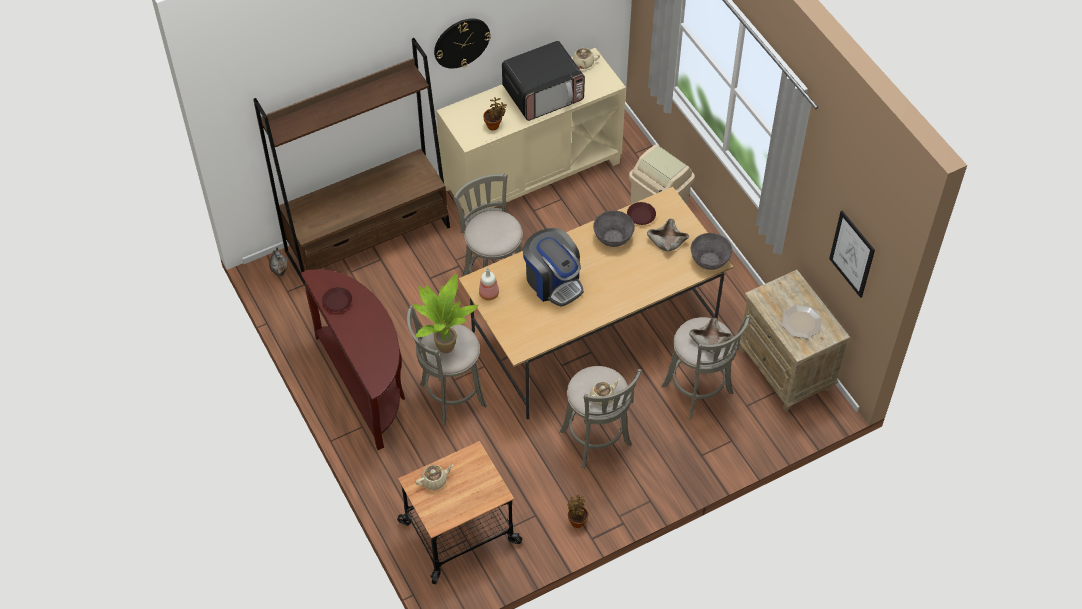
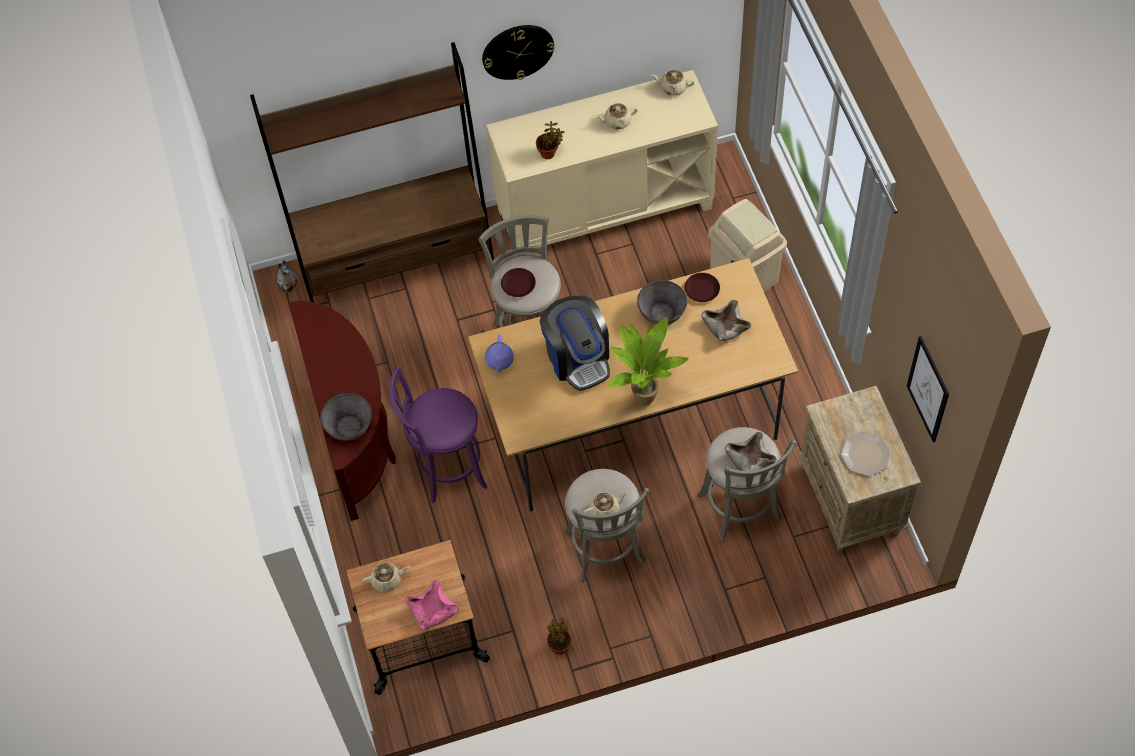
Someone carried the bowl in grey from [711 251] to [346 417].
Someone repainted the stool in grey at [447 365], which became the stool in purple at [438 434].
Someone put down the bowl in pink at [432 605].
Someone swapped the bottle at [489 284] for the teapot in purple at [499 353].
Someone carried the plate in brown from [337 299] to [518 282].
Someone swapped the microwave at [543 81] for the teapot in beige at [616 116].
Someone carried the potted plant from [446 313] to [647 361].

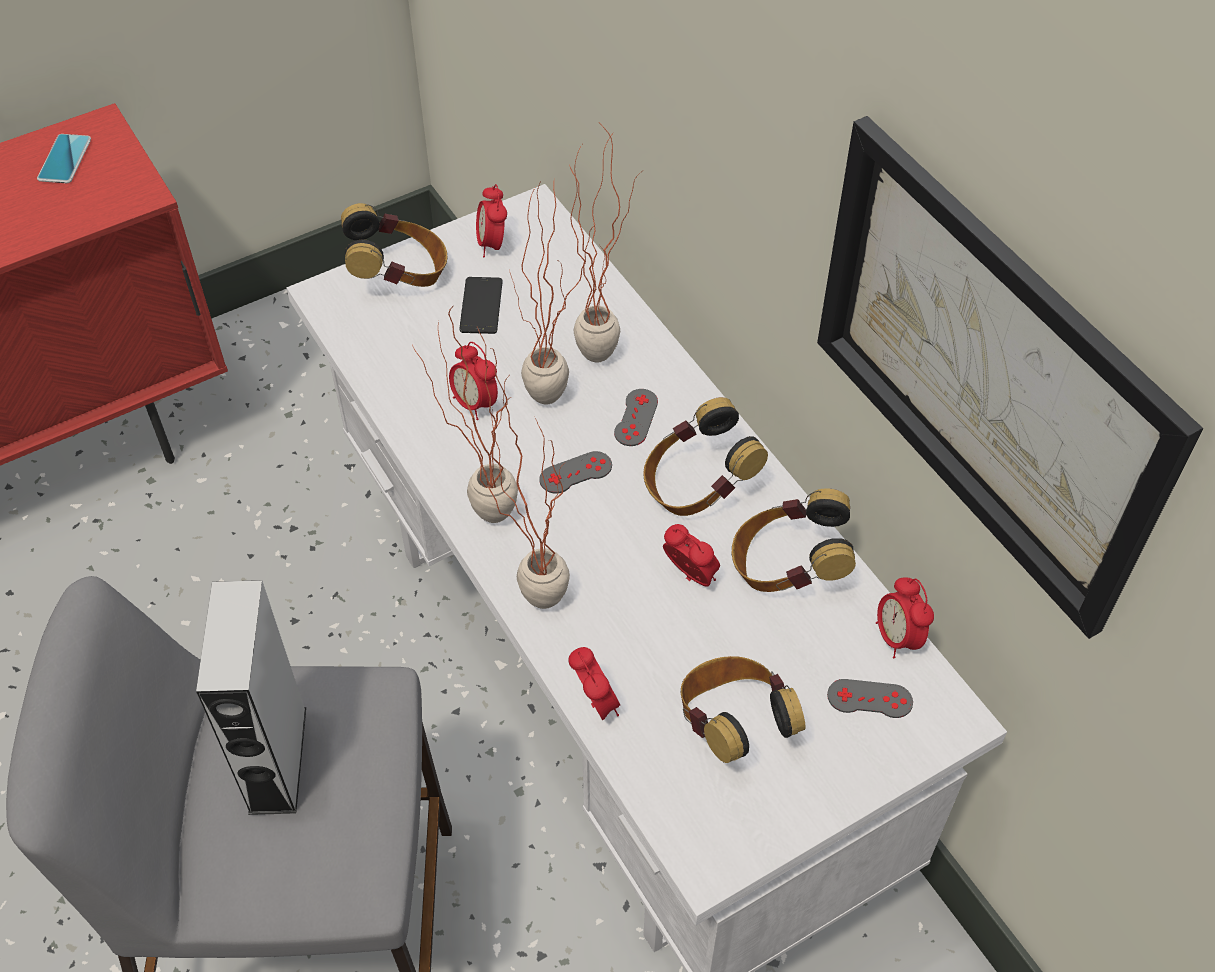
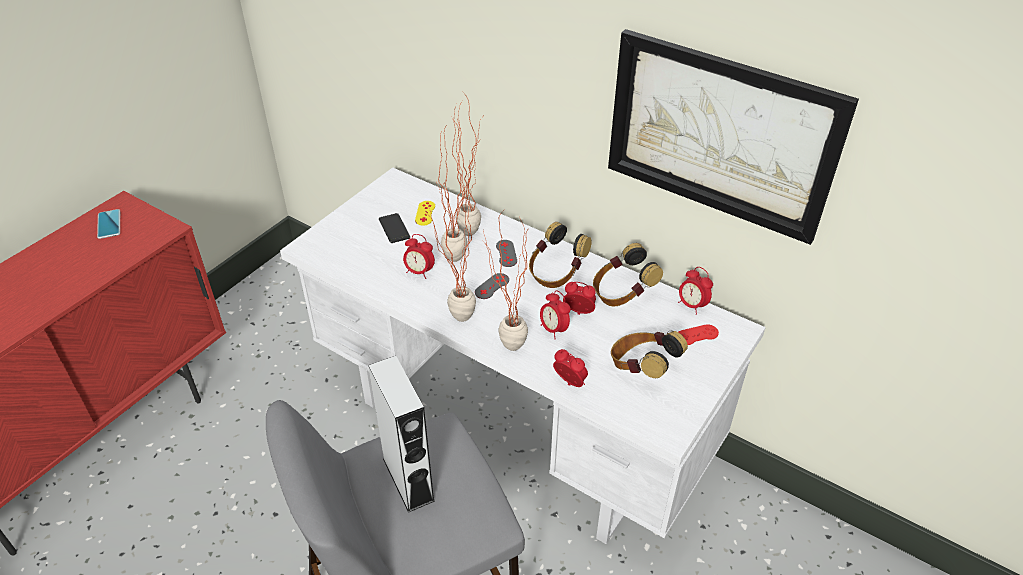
Someone put down the game controller in yellow at [425 213].
Someone carried the alarm clock from [491 220] to [555 314].
Someone repainted the game controller in grey at [870 698], which became the game controller in red at [699 334].
Someone took away the headphones at [394 245].

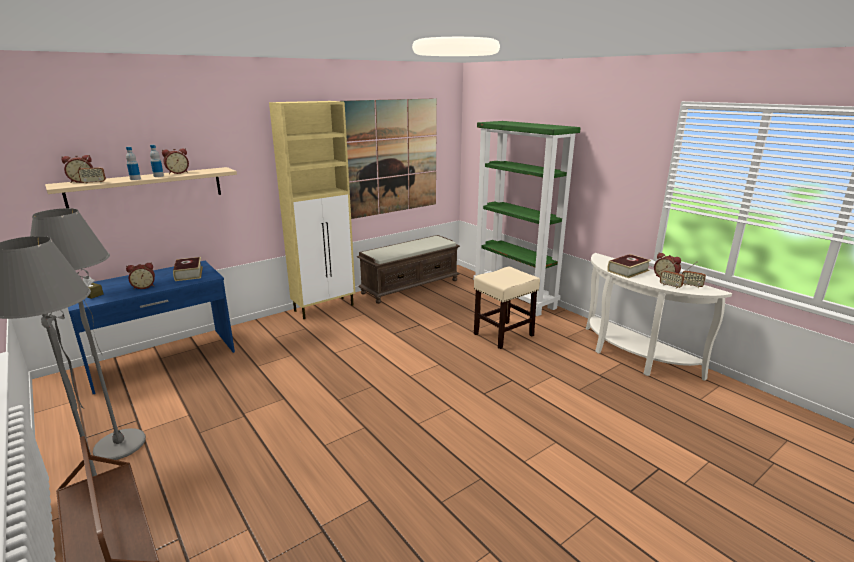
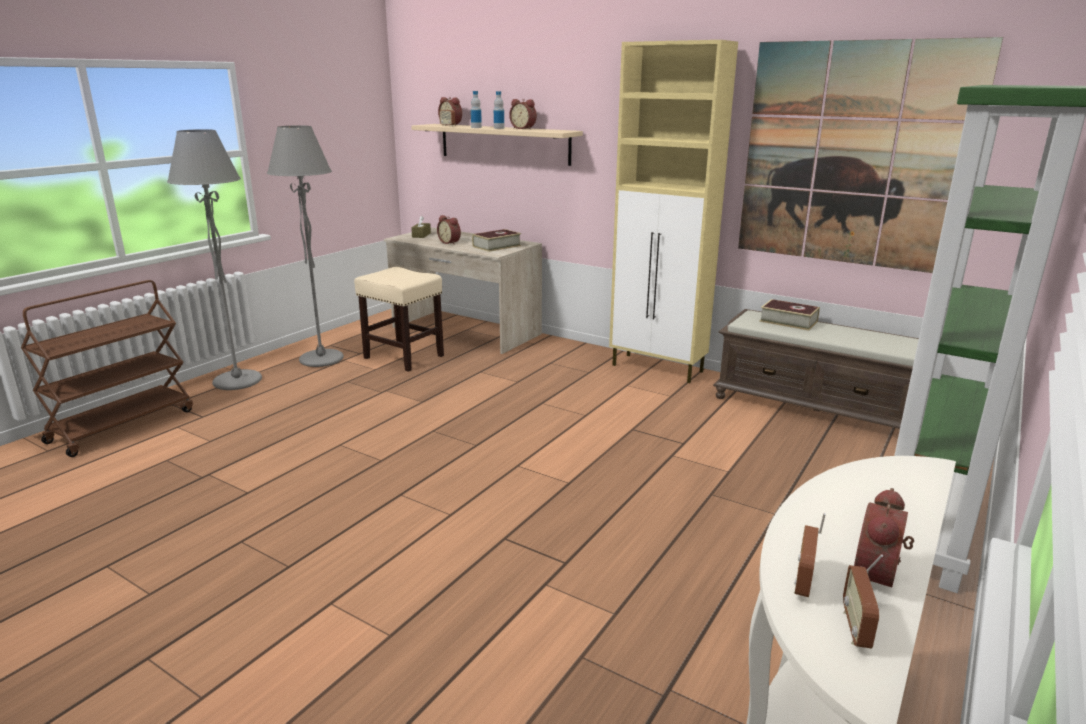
Someone carried the stool in beige from [507 308] to [399 319].
Someone repainted the desk in blue at [151 327], which became the desk in beige at [463 290].
Someone carried the book from [629 266] to [789 315].

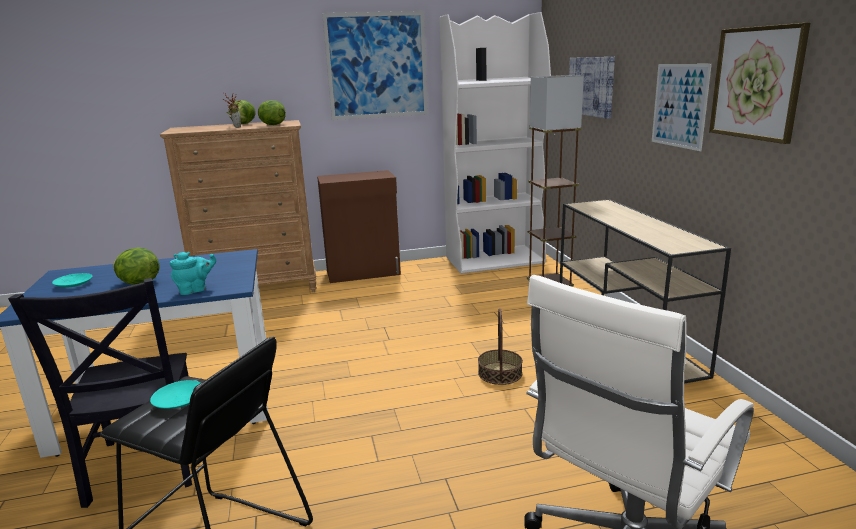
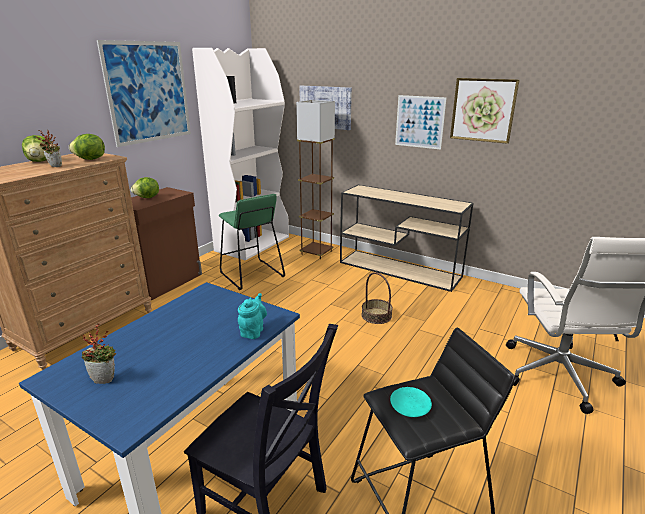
Someone swapped the plate in turquoise at [72 280] for the potted plant at [98 353].
Someone carried the lettuce from [136 266] to [145 187].
Someone put down the stool in green at [252 242].

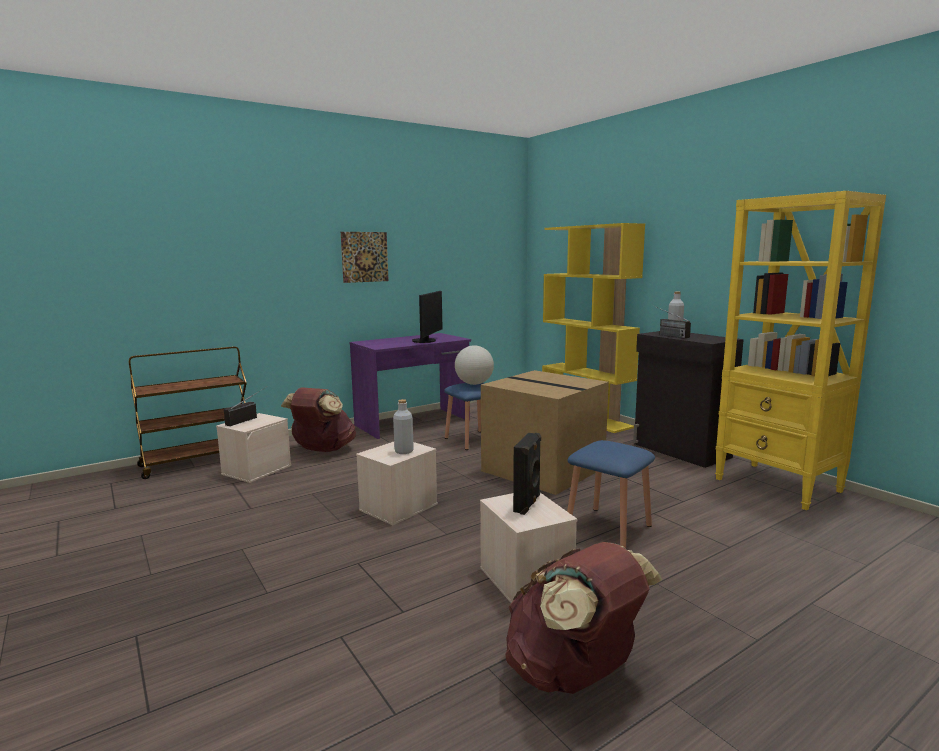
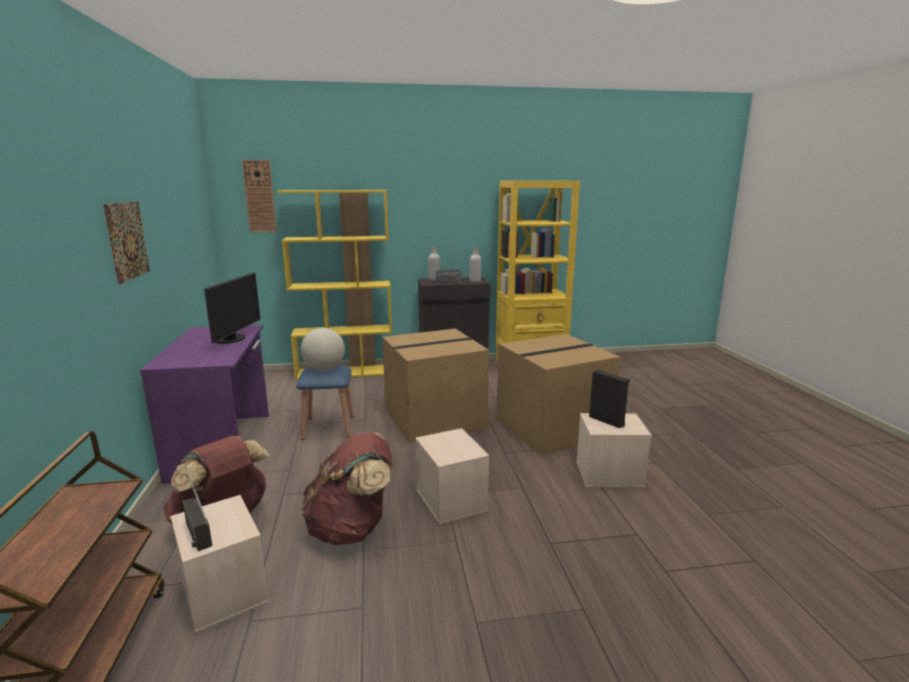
Someone rotated the monitor at [427 317] by 60 degrees clockwise.
Someone put up the wall clock at [259 196].
Someone carried the backpack in brown from [583 618] to [347 488].
Someone carried the bottle in grey from [403 426] to [475 265].
Someone swapped the stool in blue at [611 494] for the cardboard box at [559 394].

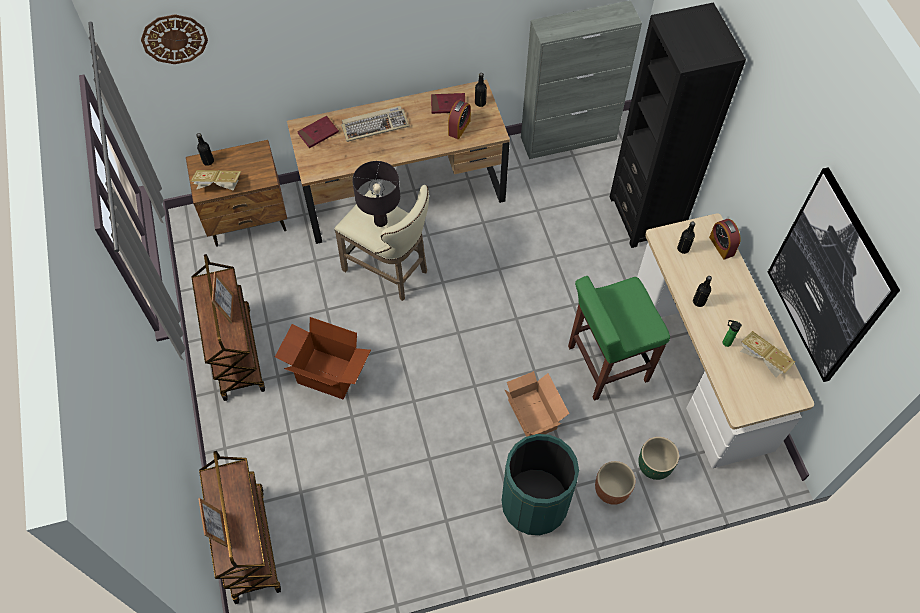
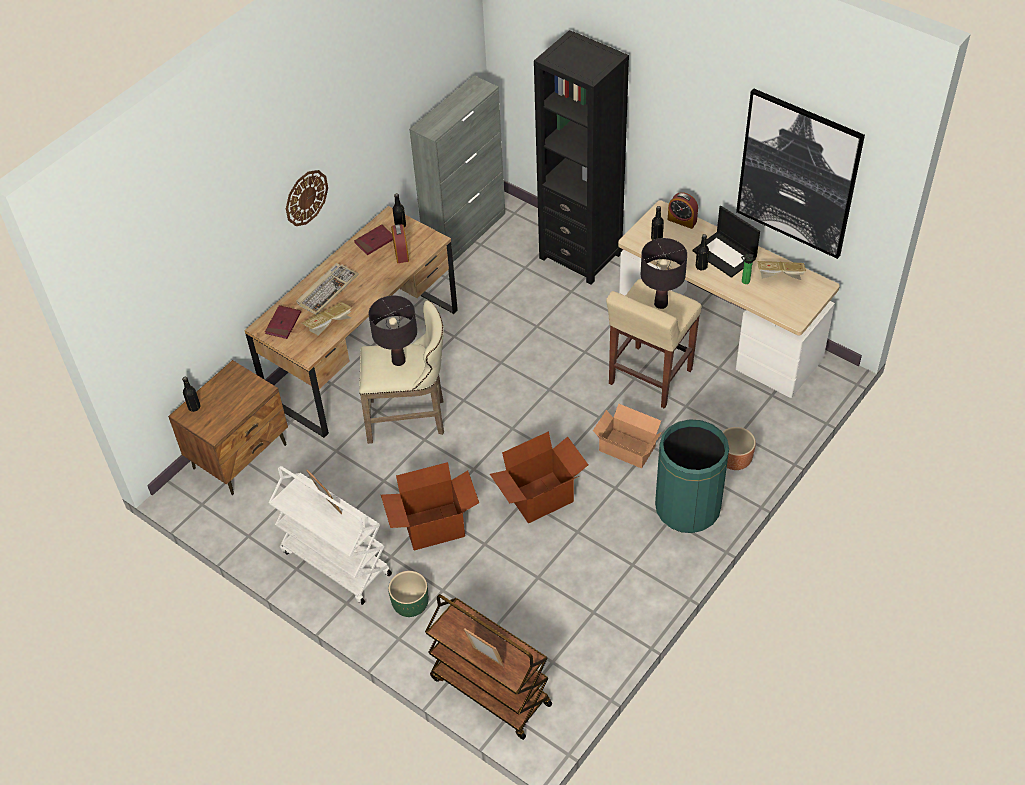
Someone repainted the cart in brown at [228 327], which became the cart in white at [330 535].
Someone carried the wall clock from [174 39] to [307 198].
Someone carried the book from [216 180] to [327 319].
Someone carried the planter in green from [658 458] to [408 594].
Someone put down the cardboard box at [539 477].
Someone repainted the stool in green at [619 338], which became the stool in beige at [654 343].
Someone put down the table lamp in black at [664 273].
Someone put down the laptop at [726 242].

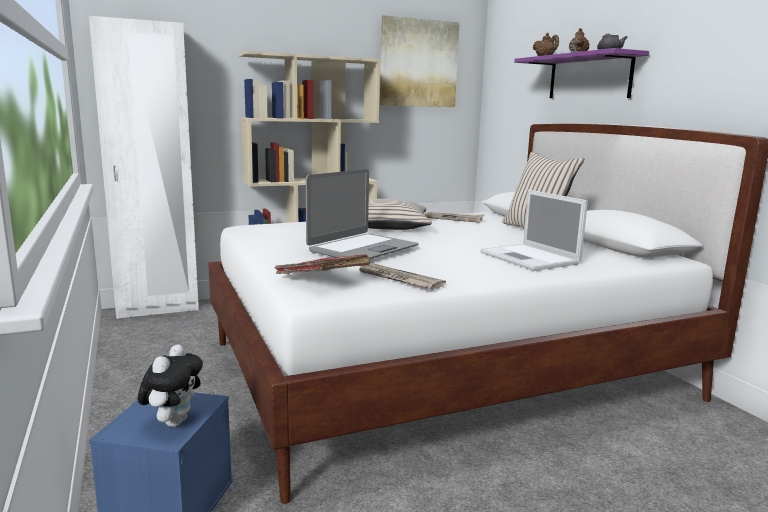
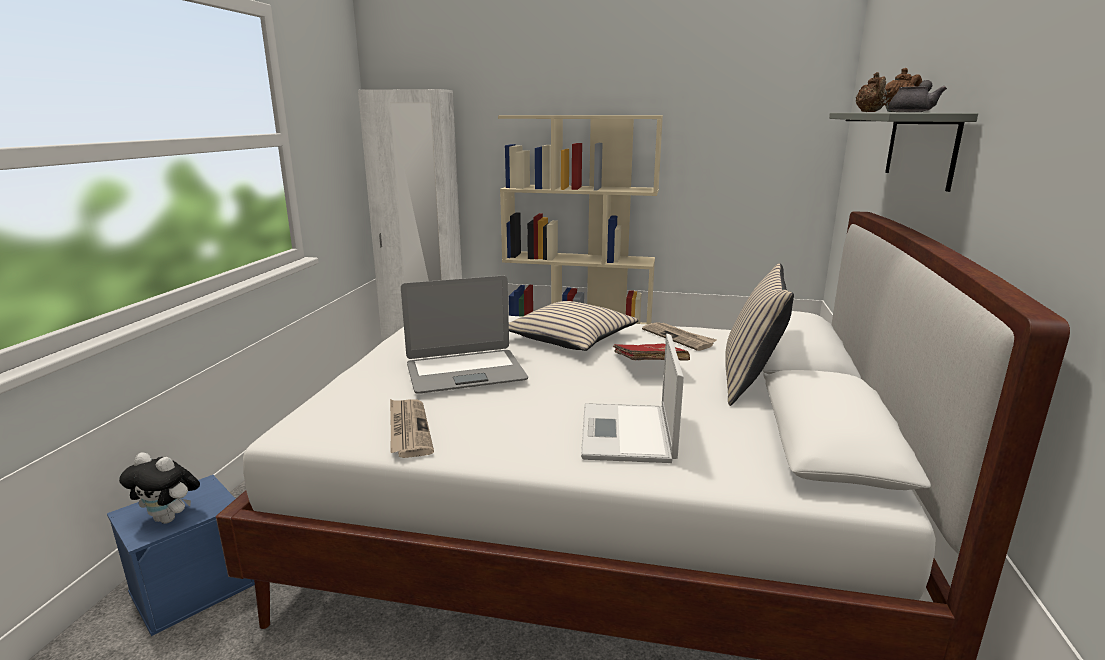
Someone rotated the plush toy at [170 385] by 60 degrees clockwise.
Someone carried the book in red from [322 264] to [651 352].
Someone repainted the shelf in purple at [581 73], which became the shelf in grey at [903 152].
Someone took away the picture at [420 61].

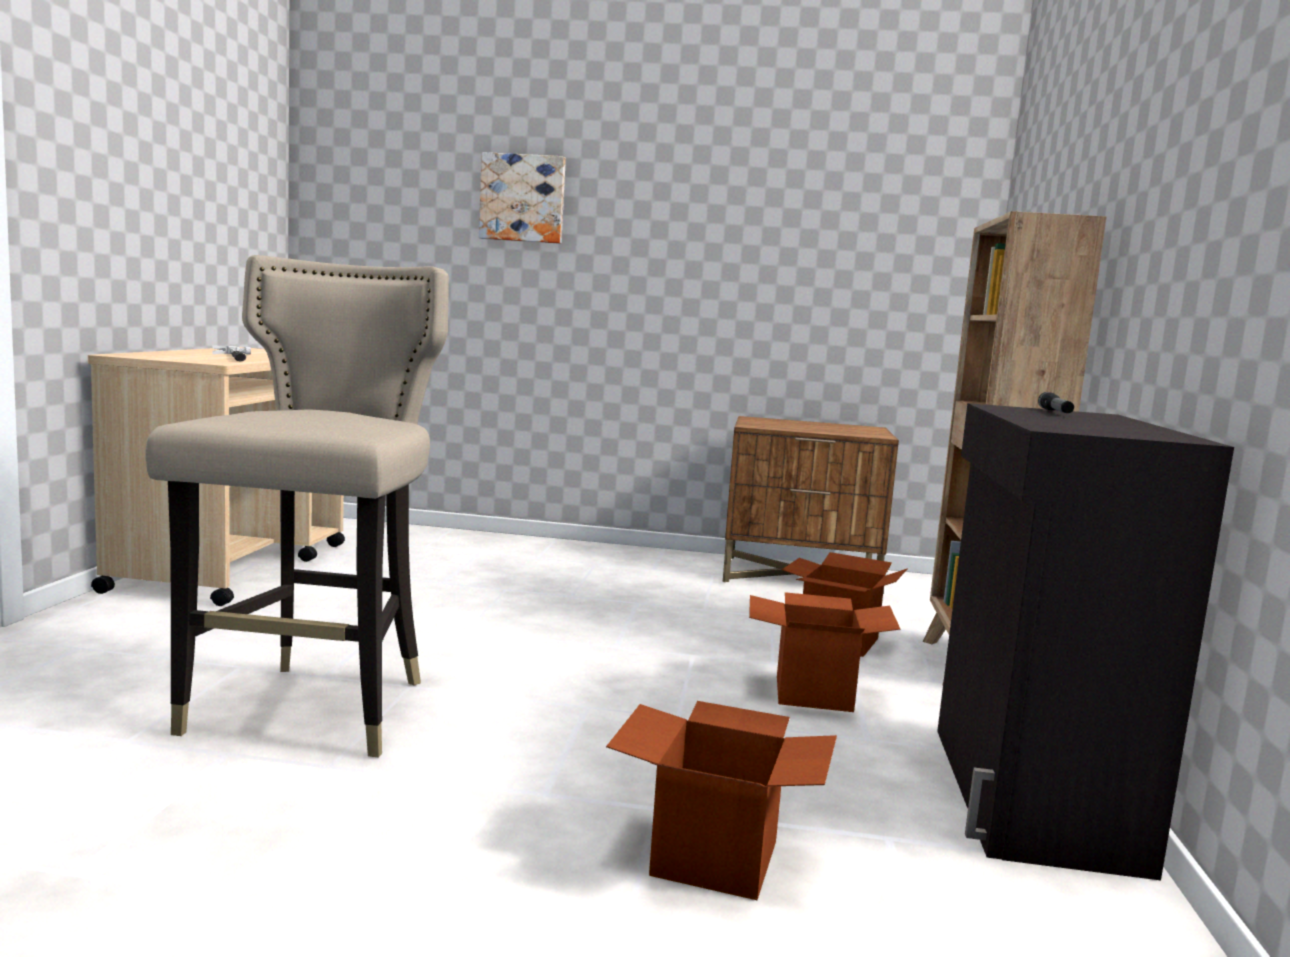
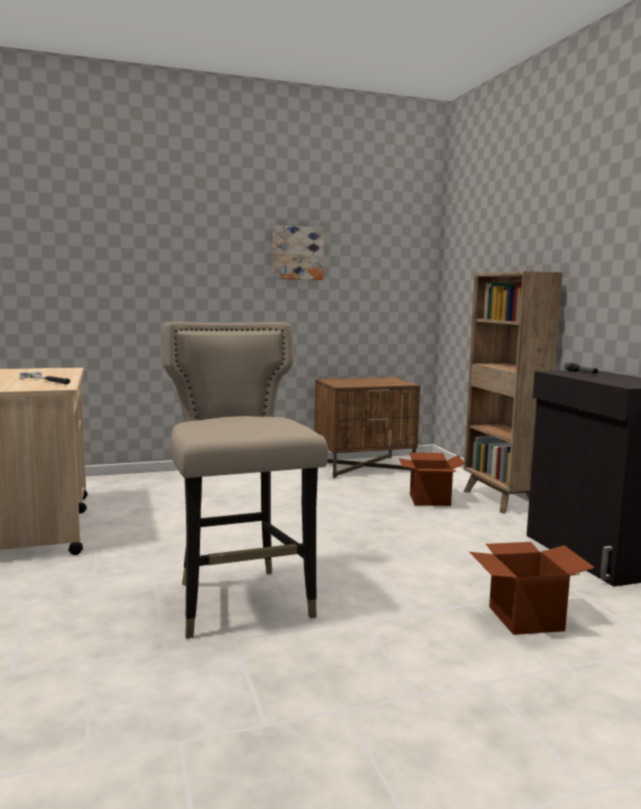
Someone carried the picture from [522 198] to [298 252].
Someone took away the cardboard box at [825 652].

